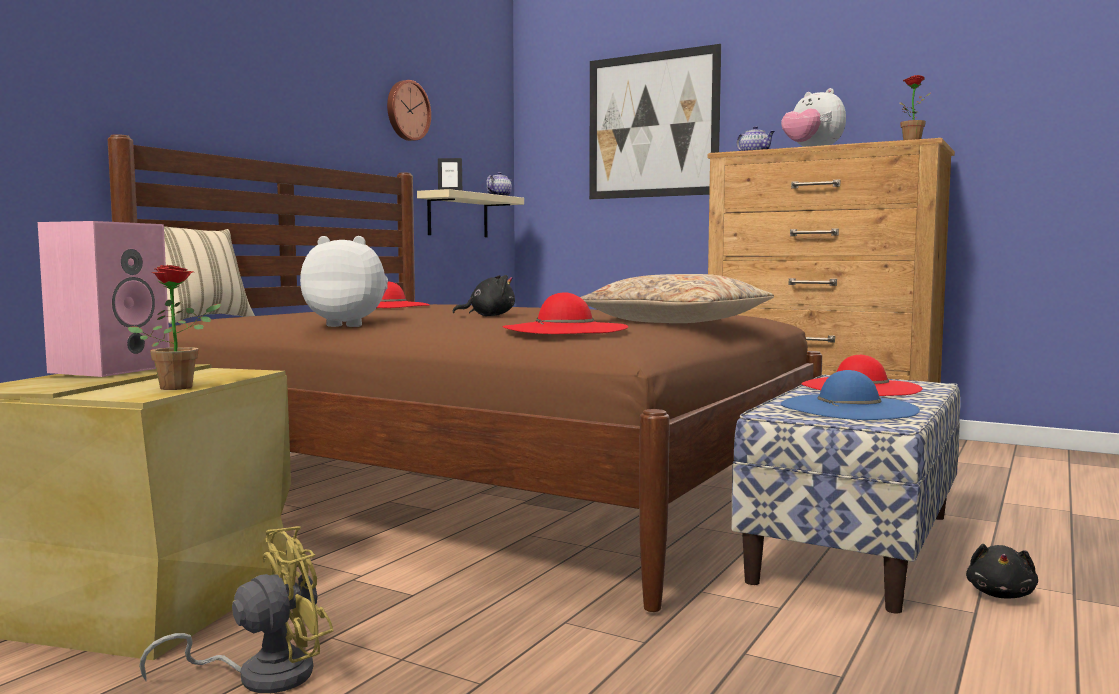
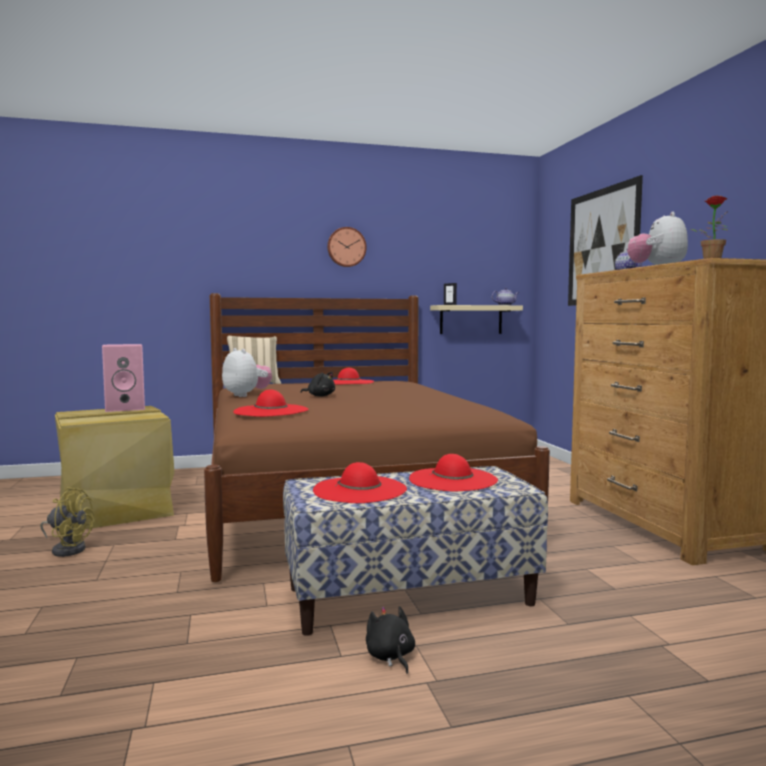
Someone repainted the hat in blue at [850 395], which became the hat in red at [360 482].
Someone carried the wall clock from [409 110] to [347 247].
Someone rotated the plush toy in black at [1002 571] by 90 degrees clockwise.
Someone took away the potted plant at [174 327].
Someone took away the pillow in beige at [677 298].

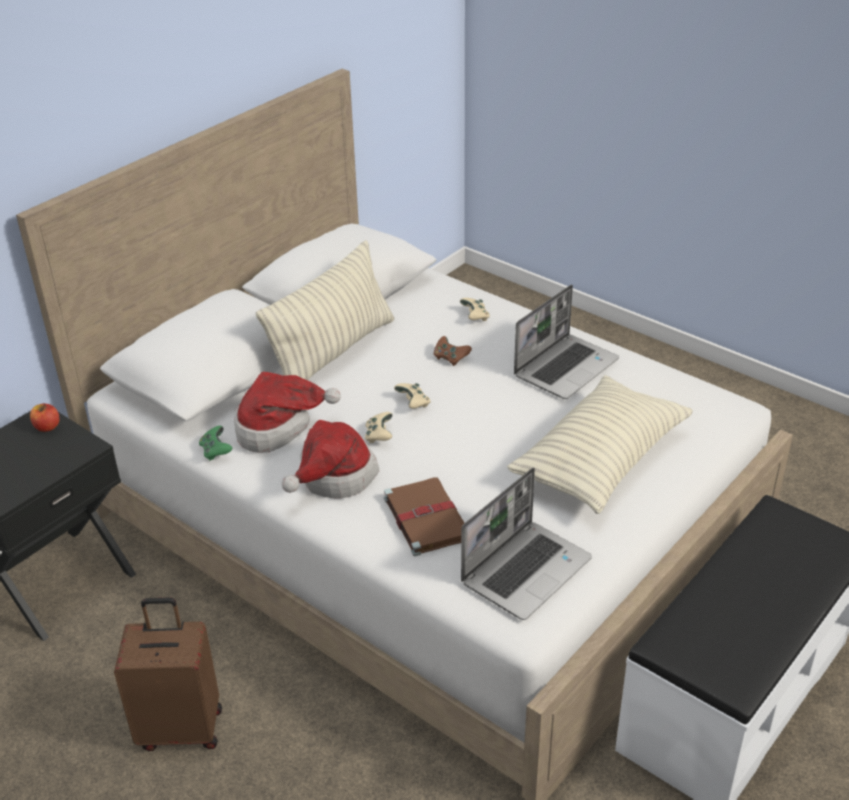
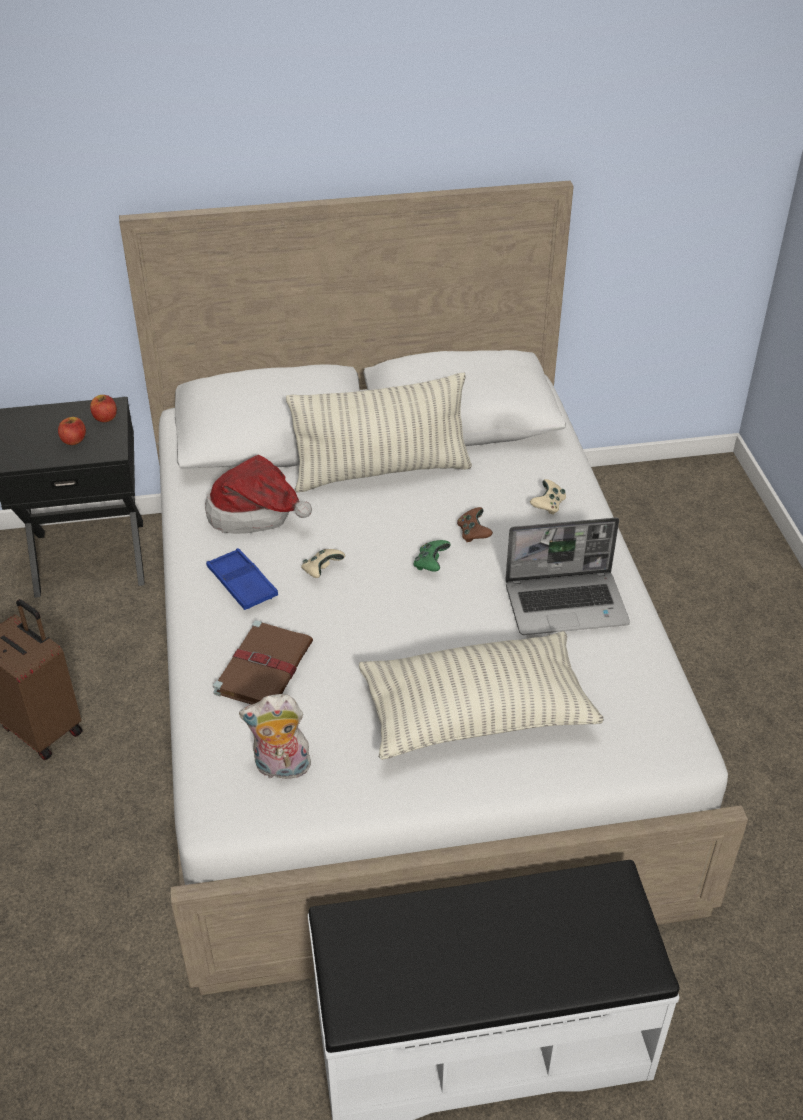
Someone put down the apple at [72 431].
Someone swapped the hat at [330 459] for the tray in blue at [242 579].
Someone swapped the laptop at [526 543] for the plush toy at [275 736].
Someone carried the game controller in green from [215 443] to [432 556].
Someone took away the game controller in beige at [412 396].

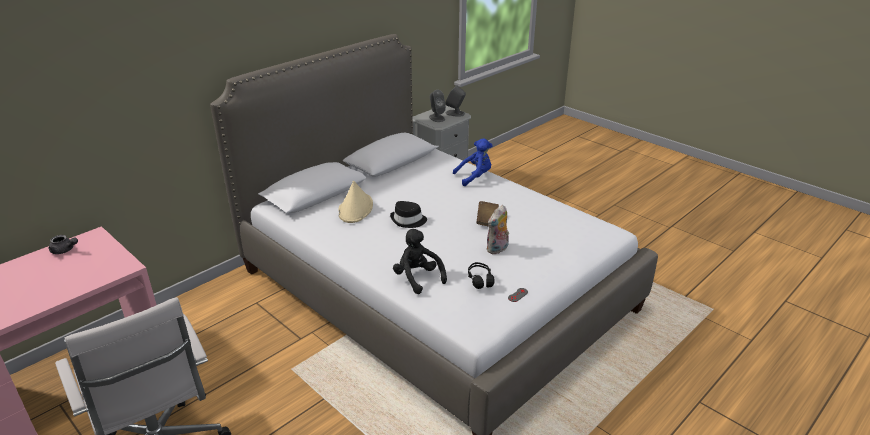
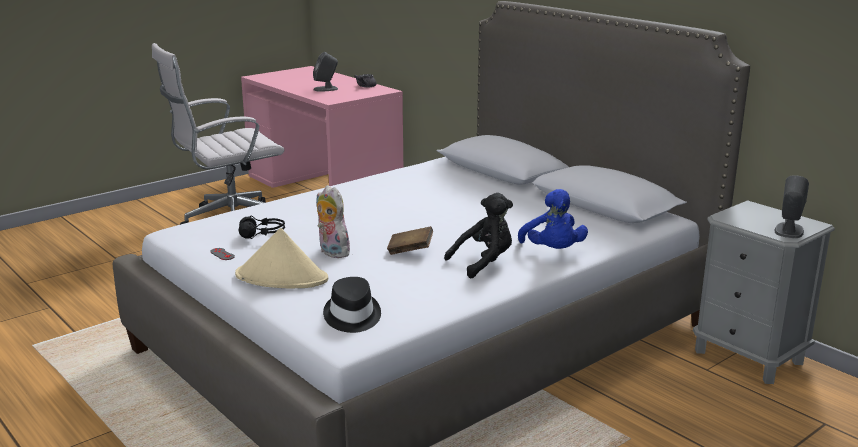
Someone carried the hat in beige from [355 202] to [281 258].
Someone carried the speaker in grey from [437 106] to [325 72].
Someone carried the hat in black from [408 214] to [352 305].
Someone carried the plush toy in black from [420 261] to [478 235].

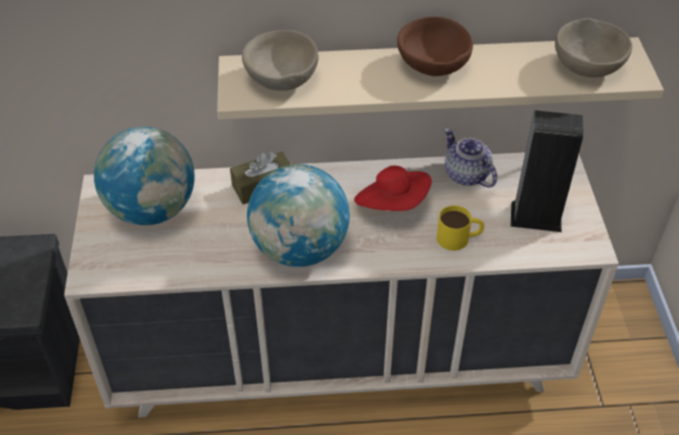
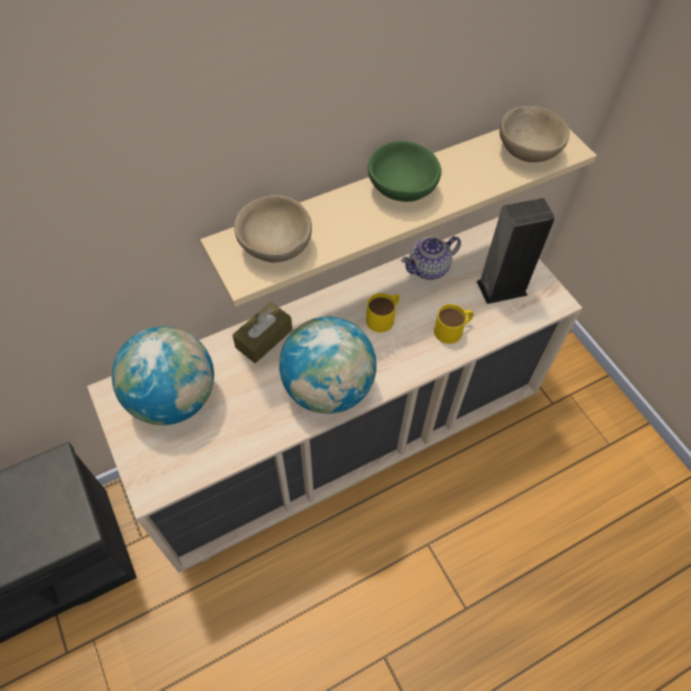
Someone swapped the hat in red at [393 188] for the mug in yellow at [383 312].
Someone repainted the bowl in brown at [435 46], which became the bowl in green at [404 171].
Someone rotated the teapot at [470 158] by 60 degrees counterclockwise.

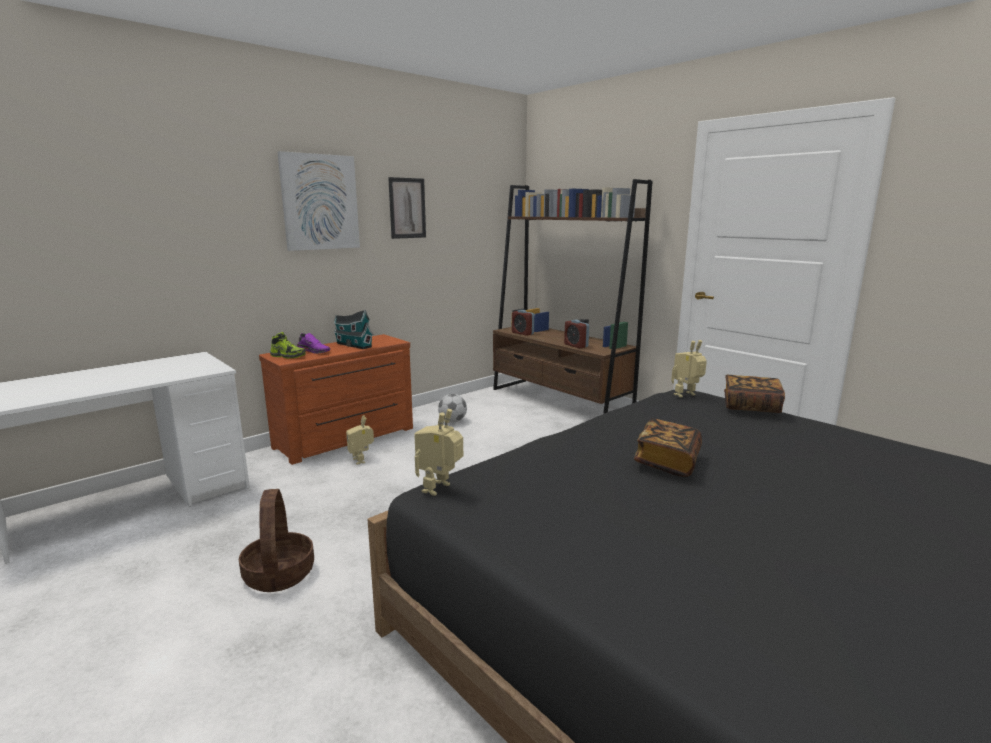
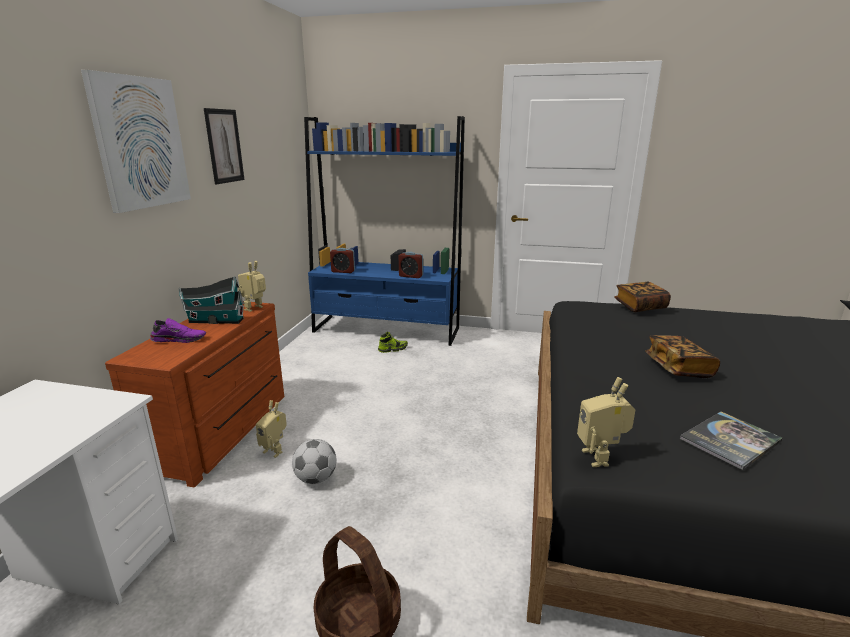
Someone carried the toy robot from [689 368] to [252 286].
Someone carried the football from [452 408] to [314 461].
Someone repainted the bookcase in brown at [572 296], which became the bookcase in blue at [384 231].
Someone carried the shoe from [288 345] to [393 342].
Someone put down the book at [731 441].

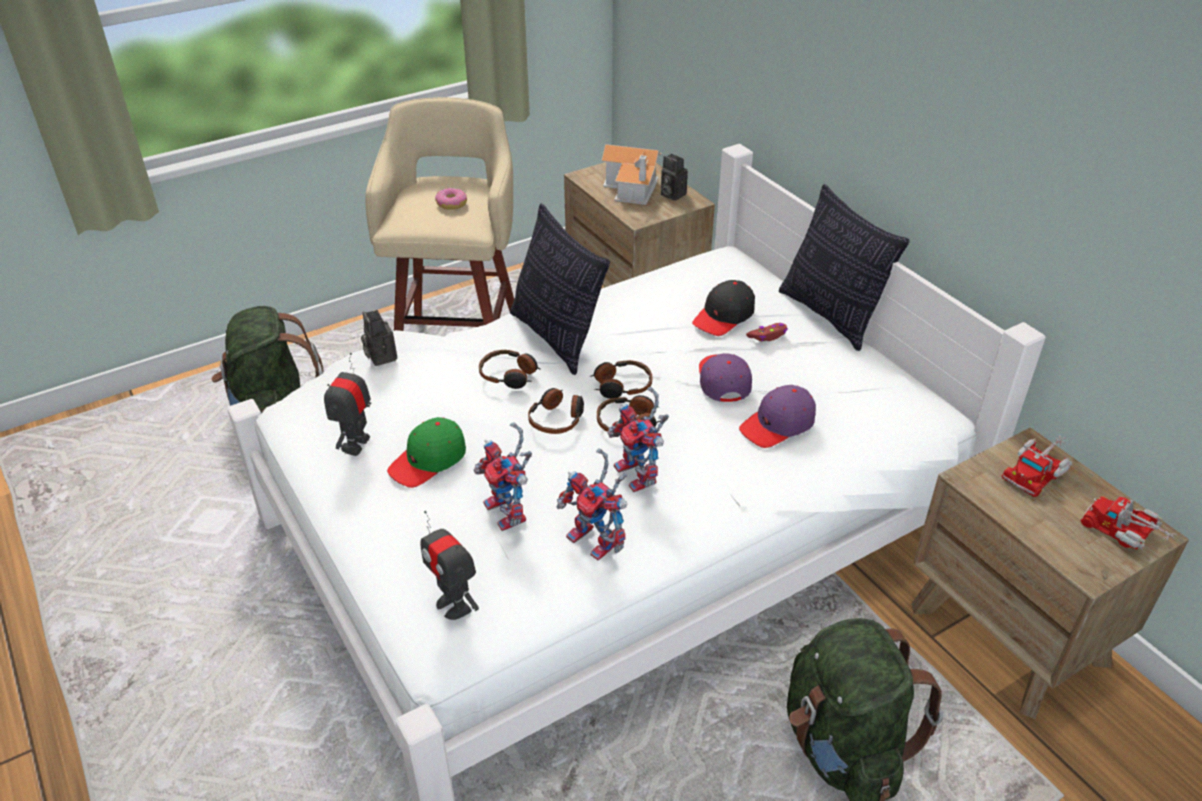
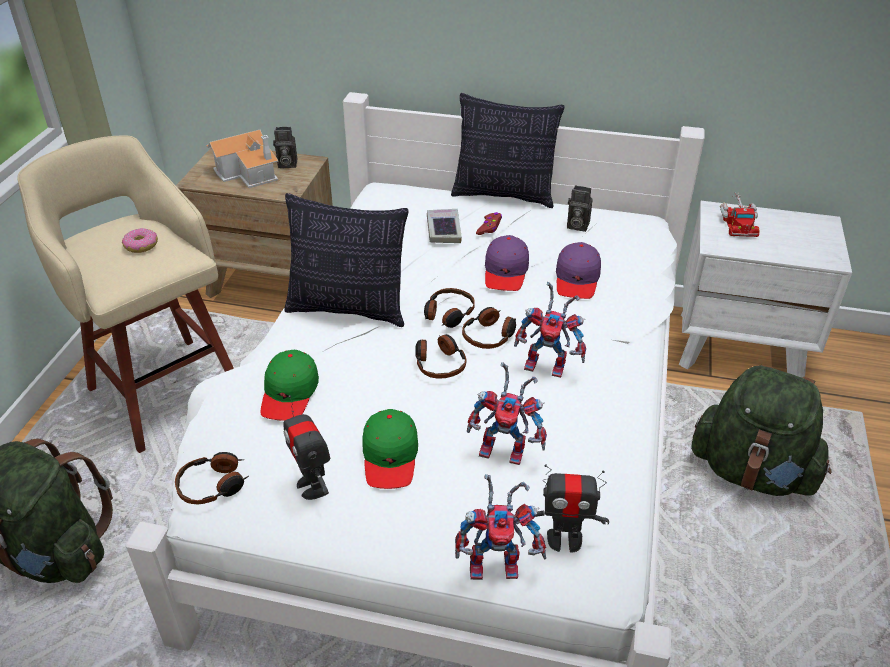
Someone carried the headphones from [510 369] to [212 478].
Someone put down the cap in green at [290 385].
Someone swapped the cap in black at [723 308] for the book at [444 226].
Someone carried the toy robot from [592 504] to [500 527].
Someone rotated the cap in purple at [725 377] by 120 degrees counterclockwise.
Someone carried the photo camera from [379 338] to [580 208].
Someone repainted the nightstand in brown at [1050 573], which became the nightstand in white at [765 289].
Someone took away the toy truck at [1128 523].

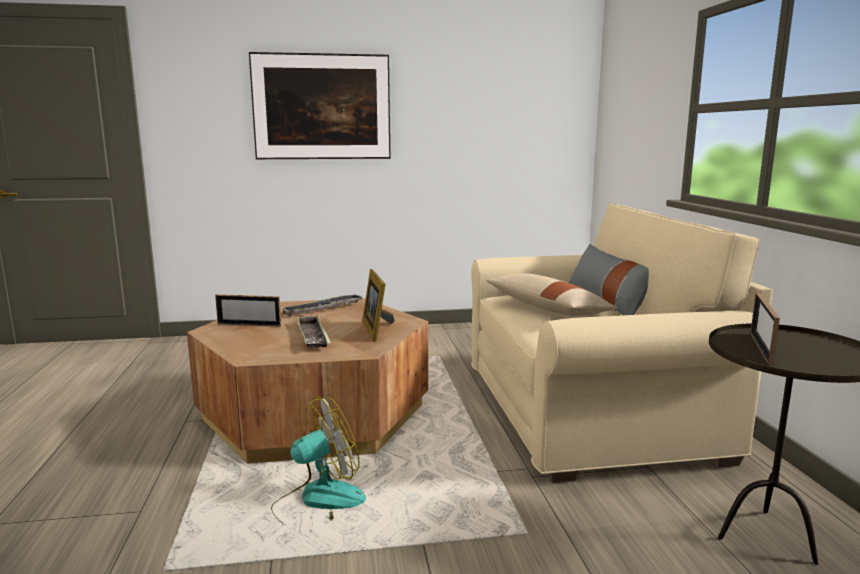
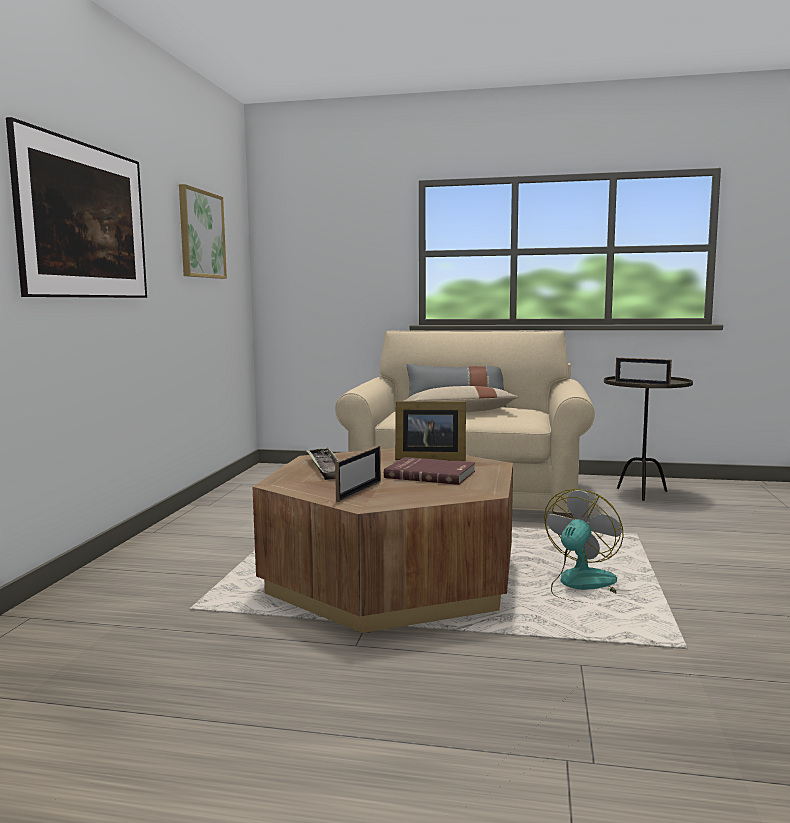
Someone put up the picture at [203 231].
Someone swapped the tray at [313 331] for the book in red at [429 471].
Someone rotated the fan at [318 461] by 45 degrees clockwise.

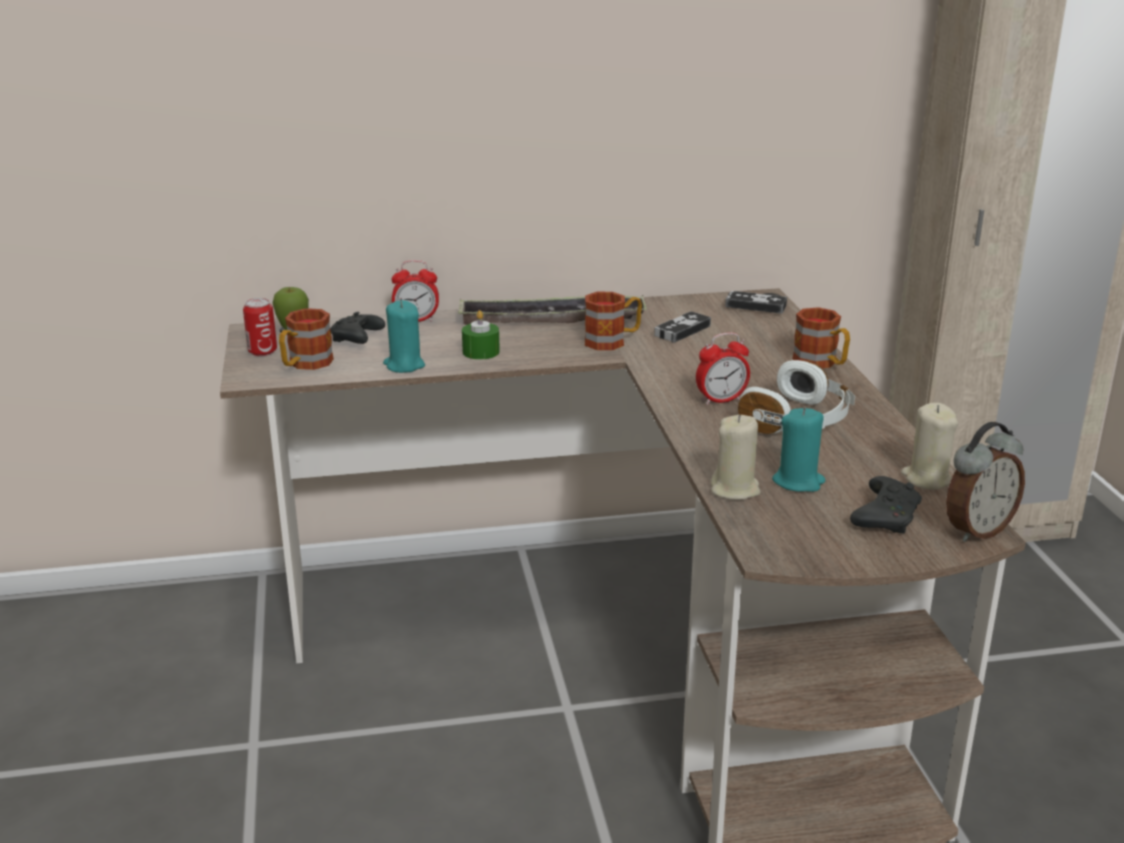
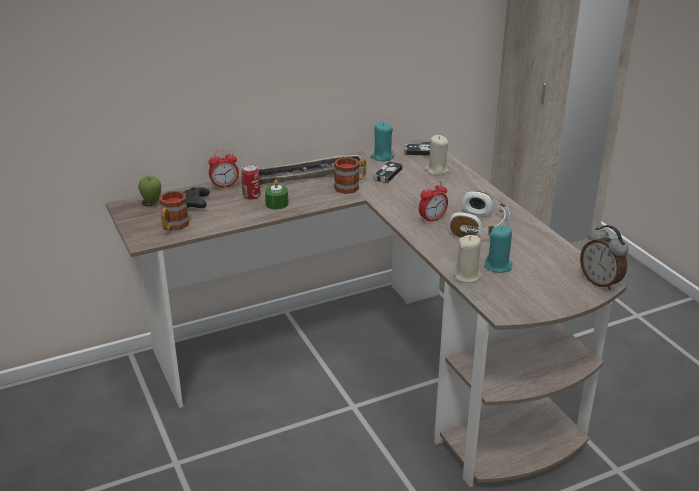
Someone carried the can from [260 327] to [250 182].
Someone carried the candle in turquoise from [404 336] to [382 141].
Someone carried the candle in beige from [929 446] to [437 155].
Someone rotated the alarm clock at [985 482] by 105 degrees clockwise.
Someone took away the mug at [821 337].
Someone took away the game controller in black at [886 504].

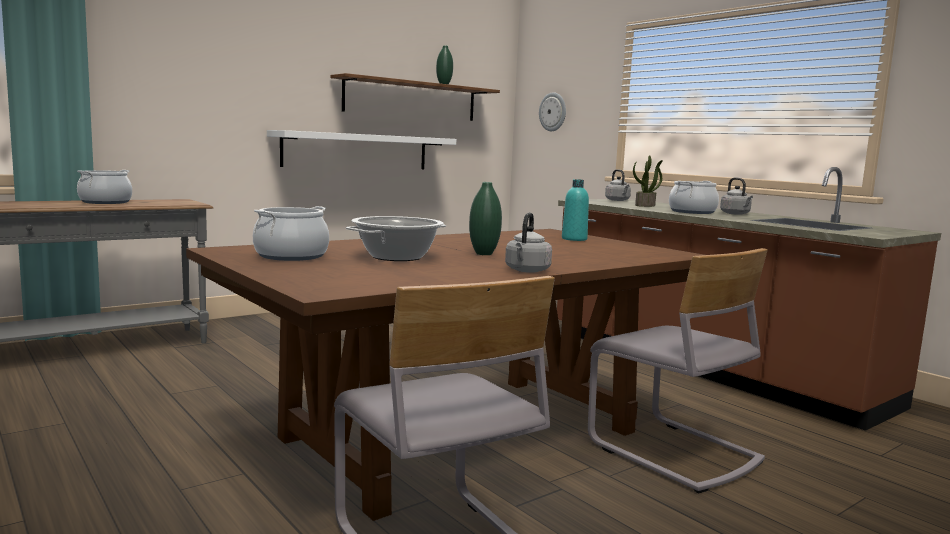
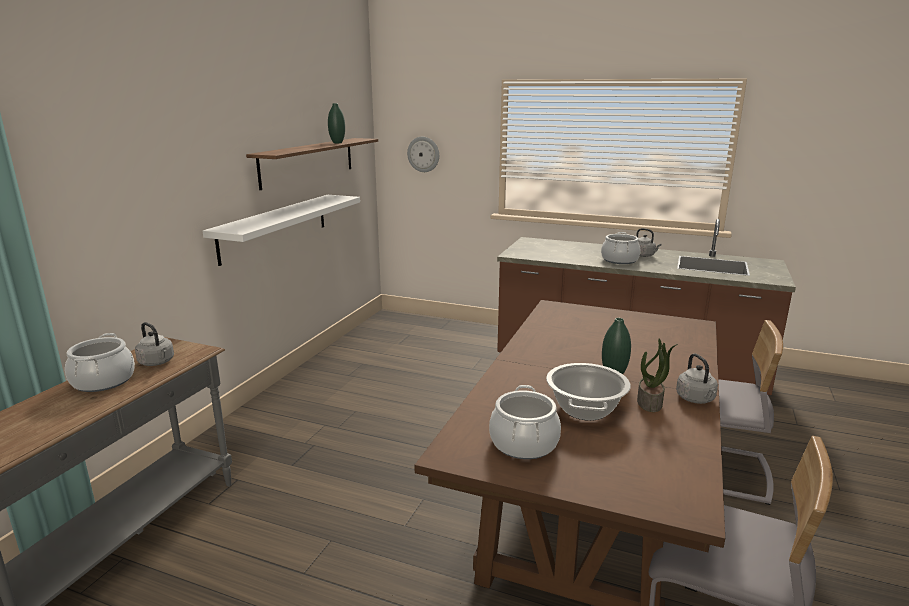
Someone carried the kettle in grey from [618 185] to [154 344].
Someone carried the potted plant from [648 181] to [657 375].
Someone took away the bottle in turquoise at [575 210].

